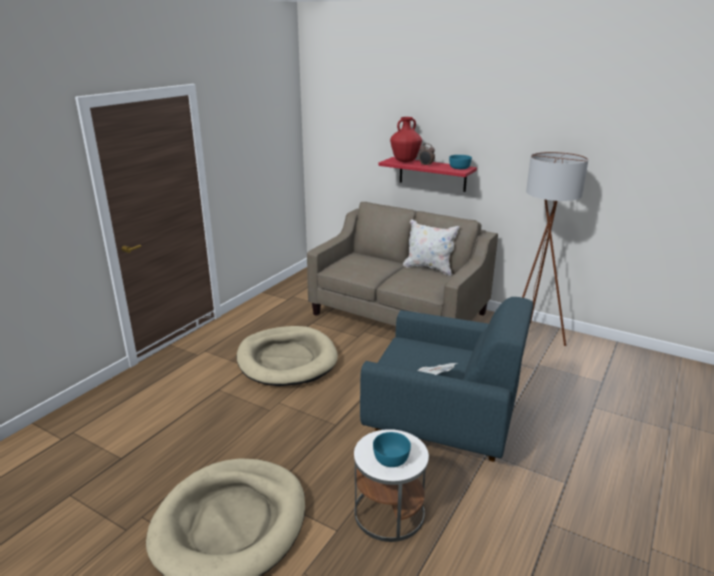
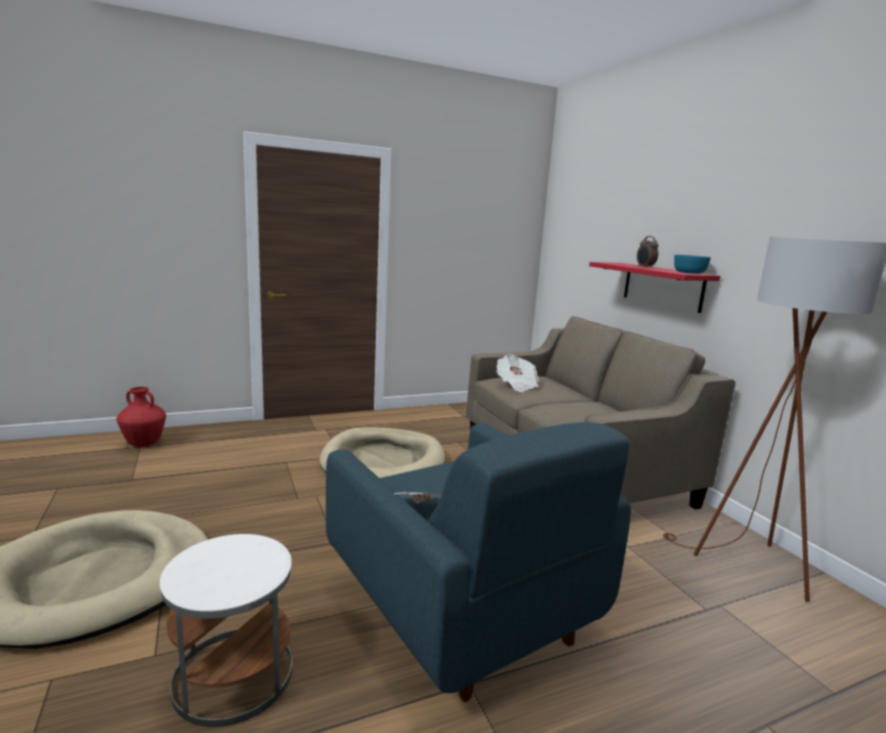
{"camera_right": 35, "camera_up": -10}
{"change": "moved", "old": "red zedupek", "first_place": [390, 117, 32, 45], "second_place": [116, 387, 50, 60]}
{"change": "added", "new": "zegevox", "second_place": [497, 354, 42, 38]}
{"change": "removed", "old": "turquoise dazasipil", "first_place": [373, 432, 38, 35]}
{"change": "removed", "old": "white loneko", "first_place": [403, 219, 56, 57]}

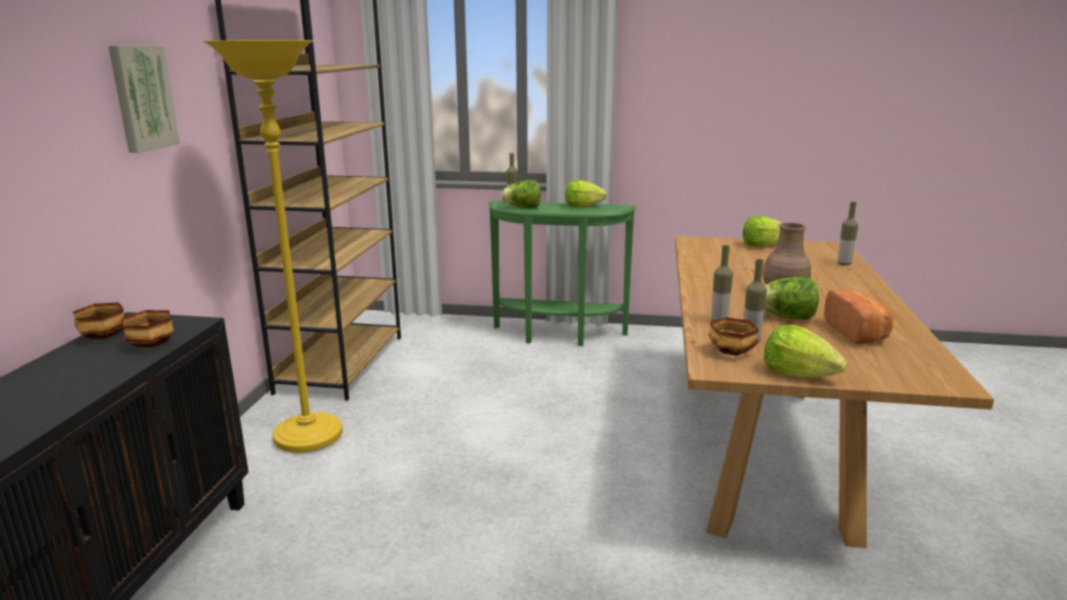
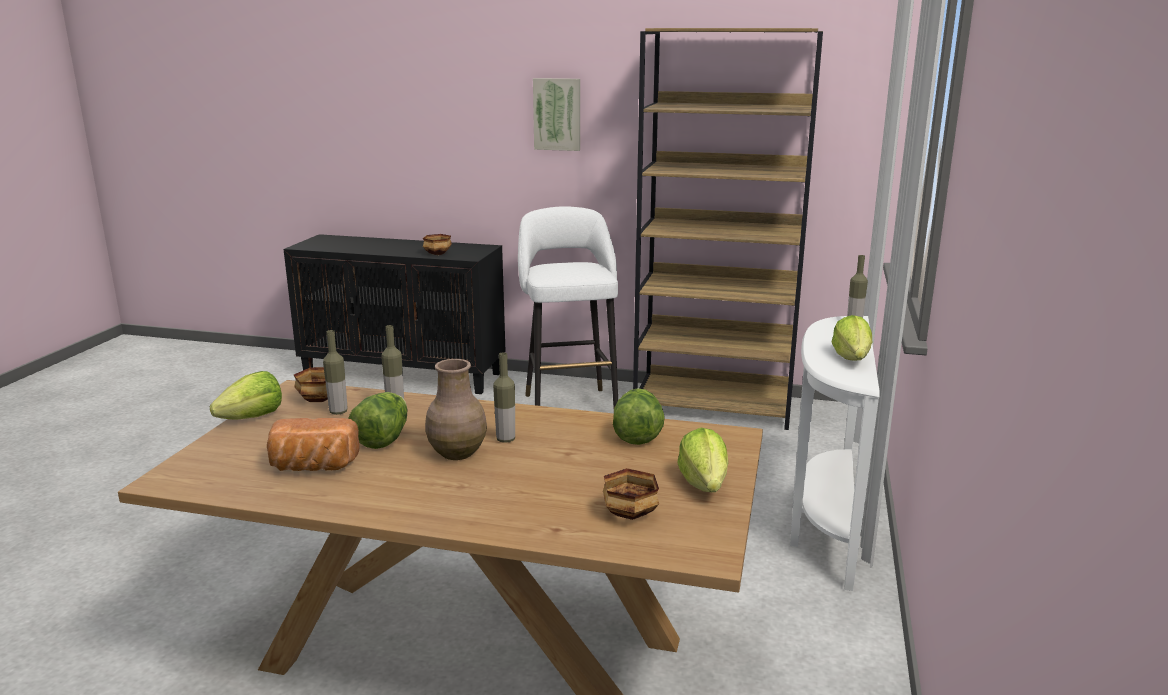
{"camera_right": 95, "camera_up": 0}
{"change": "moved", "old": "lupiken", "first_place": [838, 202, 20, 63], "second_place": [493, 352, 22, 91]}
{"change": "replaced", "old": "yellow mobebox", "new": "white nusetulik", "first_place": [203, 40, 140, 413], "second_place": [518, 206, 100, 202]}
{"change": "moved", "old": "dazasipil", "first_place": [72, 303, 53, 37], "second_place": [603, 468, 56, 52]}
{"change": "moved", "old": "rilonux", "first_place": [501, 180, 40, 28], "second_place": [613, 388, 52, 57]}
{"change": "recoloured", "old": "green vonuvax", "new": "white vonuvax", "first_place": [489, 201, 148, 145], "second_place": [790, 316, 90, 275]}

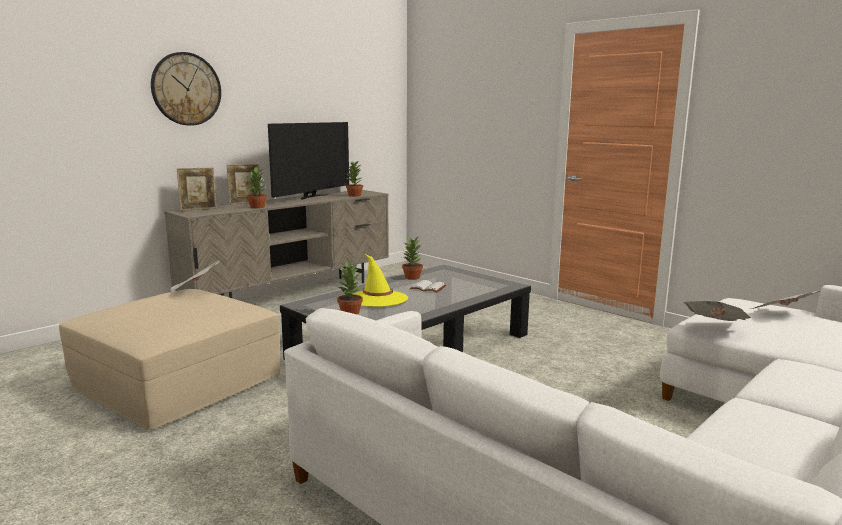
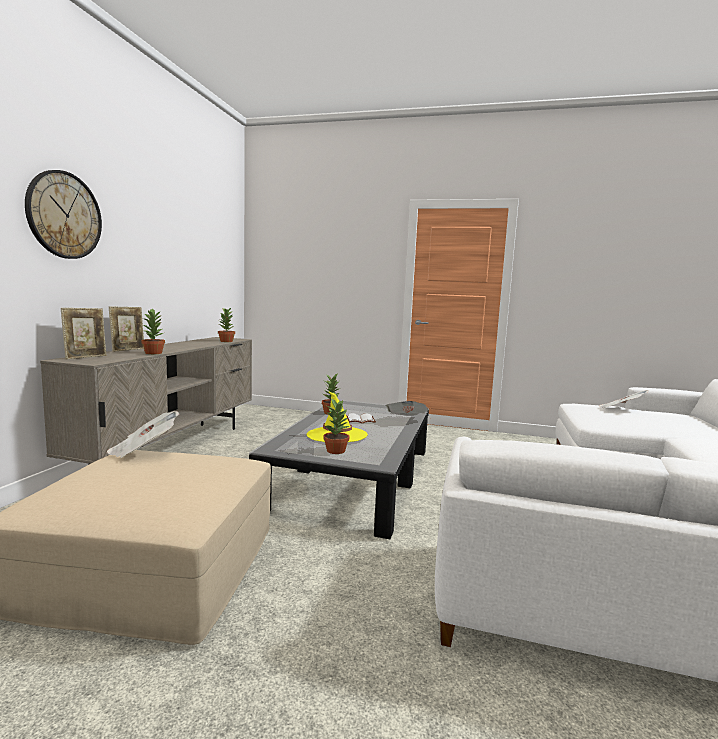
{"camera_right": -30, "camera_up": -5}
{"change": "moved", "old": "zegevox", "first_place": [683, 301, 68, 20], "second_place": [386, 401, 43, 15]}
{"change": "removed", "old": "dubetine", "first_place": [268, 122, 81, 78]}

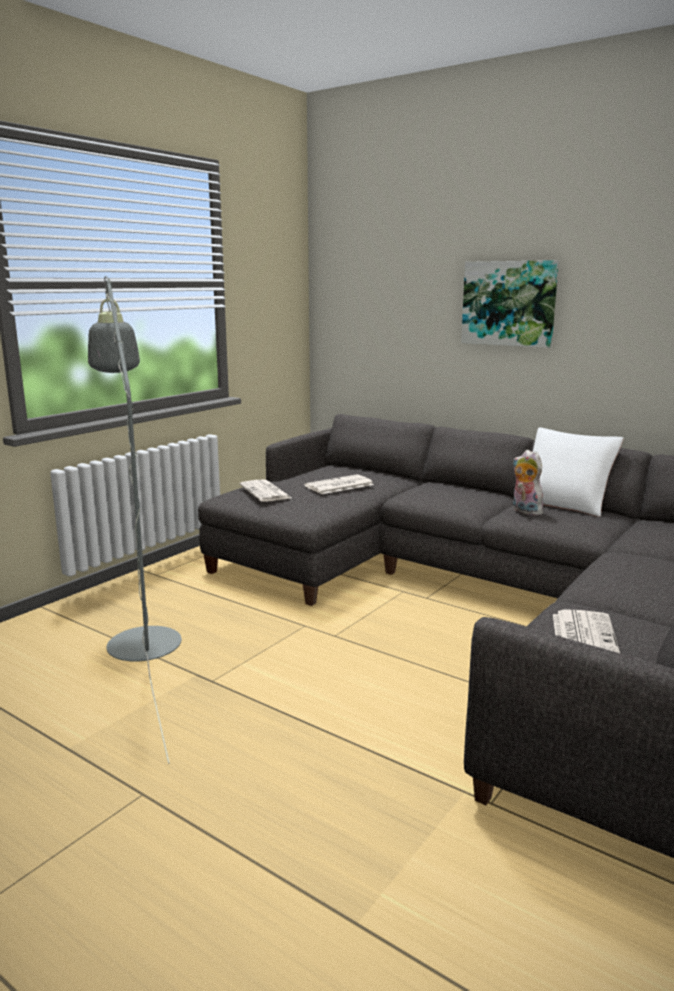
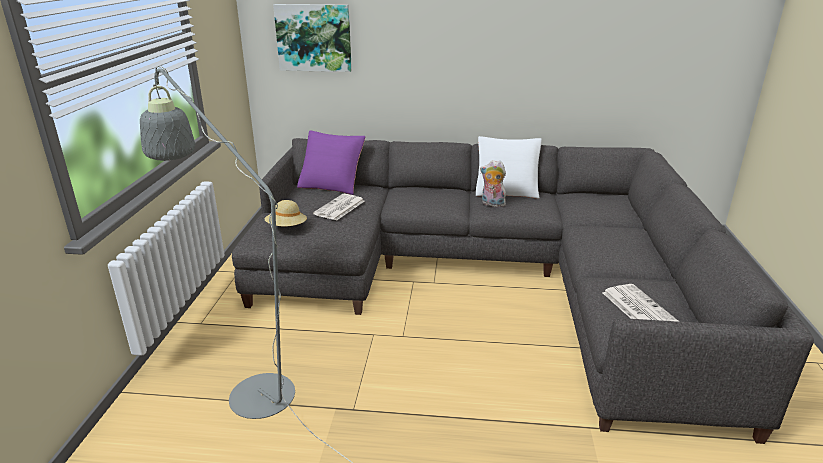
{"camera_right": -30, "camera_up": 10}
{"change": "replaced", "old": "zegevox", "new": "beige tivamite", "first_place": [240, 479, 51, 23], "second_place": [265, 200, 42, 26]}
{"change": "moved", "old": "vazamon", "first_place": [461, 260, 98, 88], "second_place": [273, 4, 79, 68]}
{"change": "added", "new": "purple loneko", "second_place": [297, 130, 68, 65]}

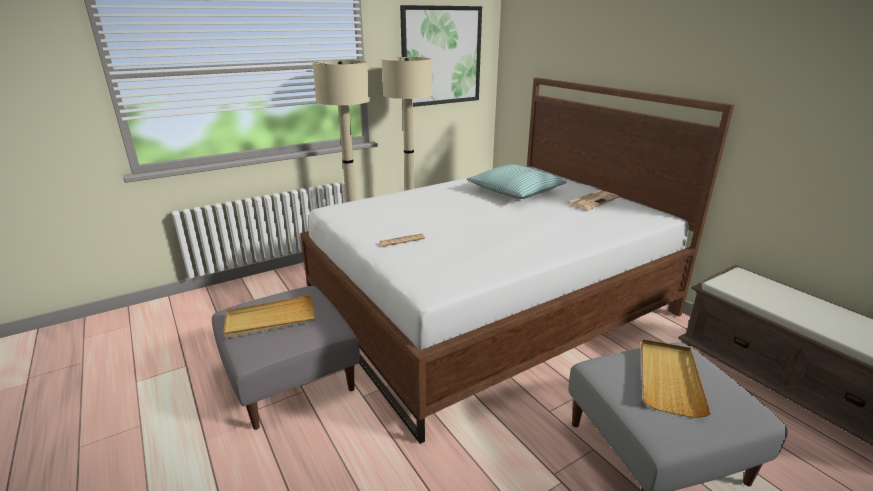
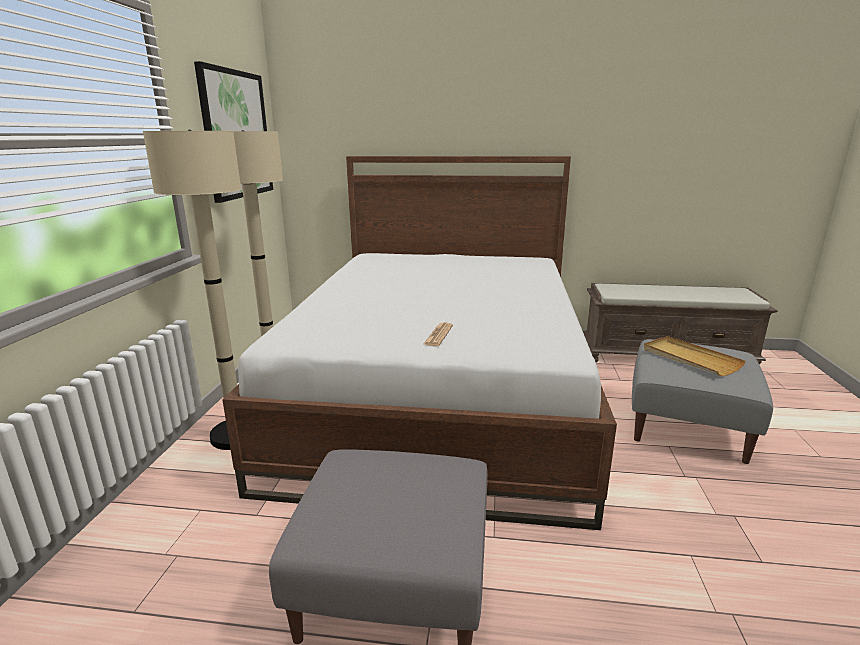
{"camera_right": -50, "camera_up": -5}
{"change": "removed", "old": "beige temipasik", "first_place": [223, 295, 92, 44]}
{"change": "removed", "old": "loneko", "first_place": [467, 164, 100, 35]}
{"change": "removed", "old": "zegevox", "first_place": [565, 190, 54, 20]}

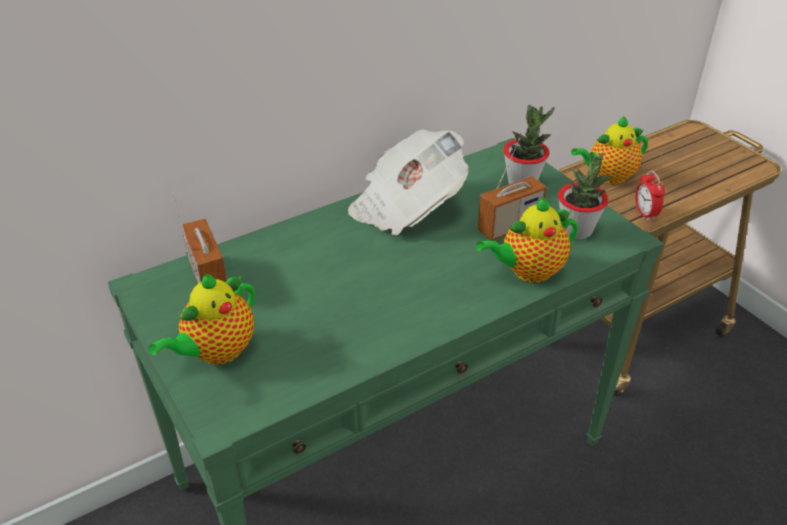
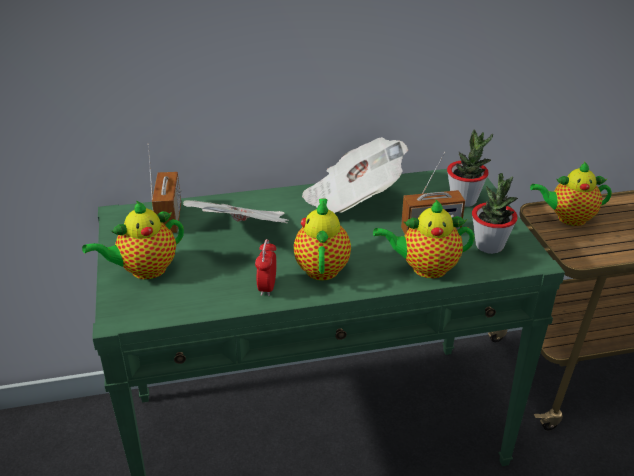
{"camera_right": 20, "camera_up": -5}
{"change": "added", "new": "zegevox", "second_place": [183, 200, 106, 23]}
{"change": "moved", "old": "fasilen", "first_place": [635, 170, 30, 51], "second_place": [255, 239, 22, 57]}
{"change": "added", "new": "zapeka", "second_place": [293, 199, 58, 82]}

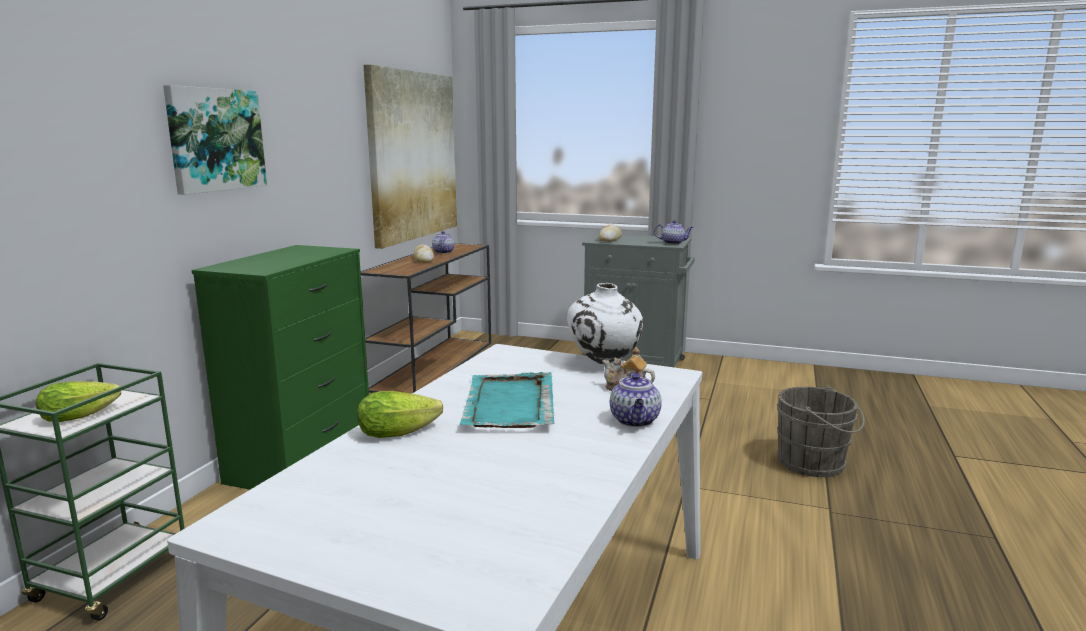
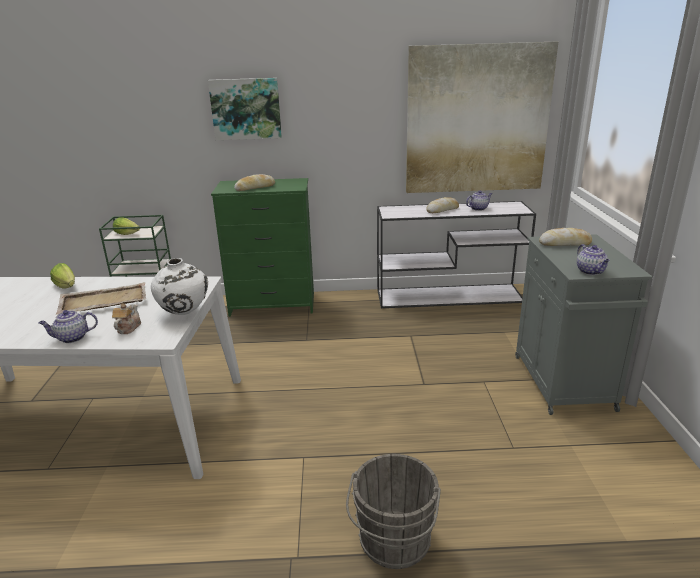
{"camera_right": 70, "camera_up": 10}
{"change": "recoloured", "old": "turquoise temipasik", "new": "beige temipasik", "first_place": [460, 372, 95, 56], "second_place": [56, 282, 90, 33]}
{"change": "added", "new": "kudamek", "second_place": [234, 174, 41, 17]}
{"change": "recoloured", "old": "brown vonuvax", "new": "white vonuvax", "first_place": [361, 243, 130, 151], "second_place": [377, 201, 159, 107]}

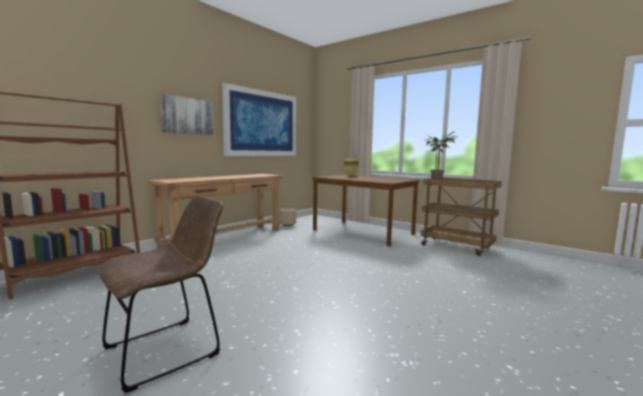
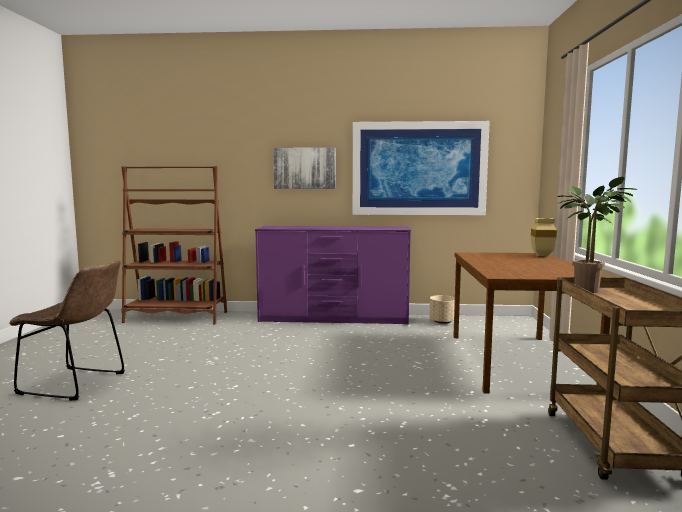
{"camera_right": 55, "camera_up": 0}
{"change": "replaced", "old": "brown vonuvax", "new": "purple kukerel", "first_place": [148, 174, 135, 74], "second_place": [255, 226, 156, 99]}

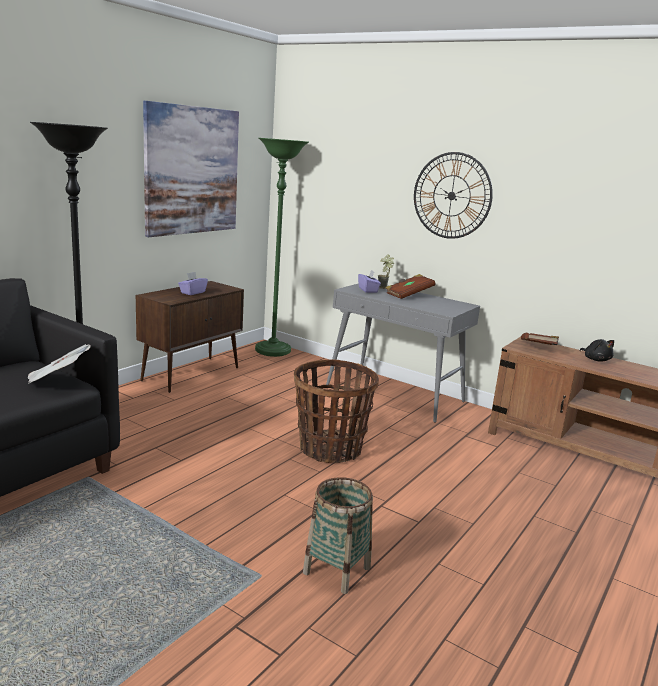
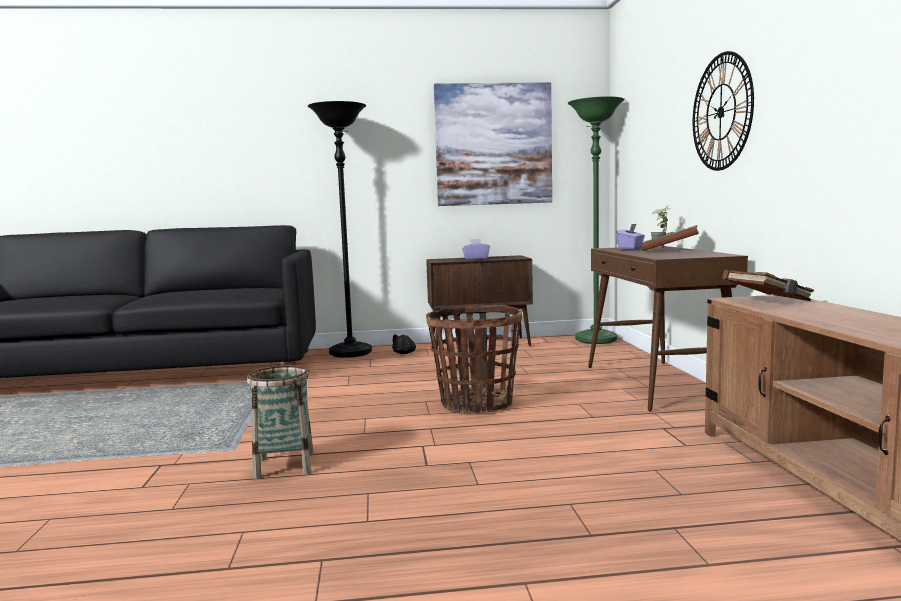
{"camera_right": 50, "camera_up": -10}
{"change": "moved", "old": "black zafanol", "first_place": [579, 339, 35, 23], "second_place": [392, 334, 24, 20]}
{"change": "recoloured", "old": "grey vonuvax", "new": "brown vonuvax", "first_place": [326, 283, 154, 140], "second_place": [588, 246, 160, 166]}
{"change": "removed", "old": "zegevox", "first_place": [28, 344, 63, 40]}

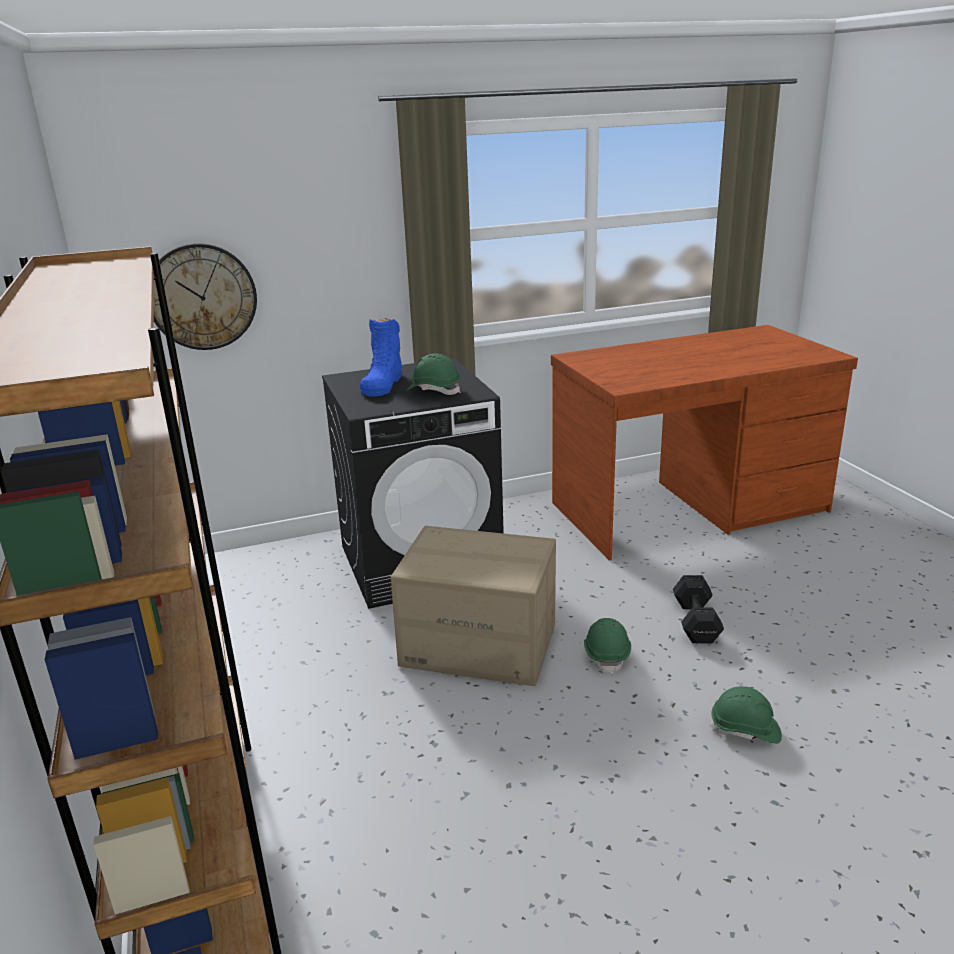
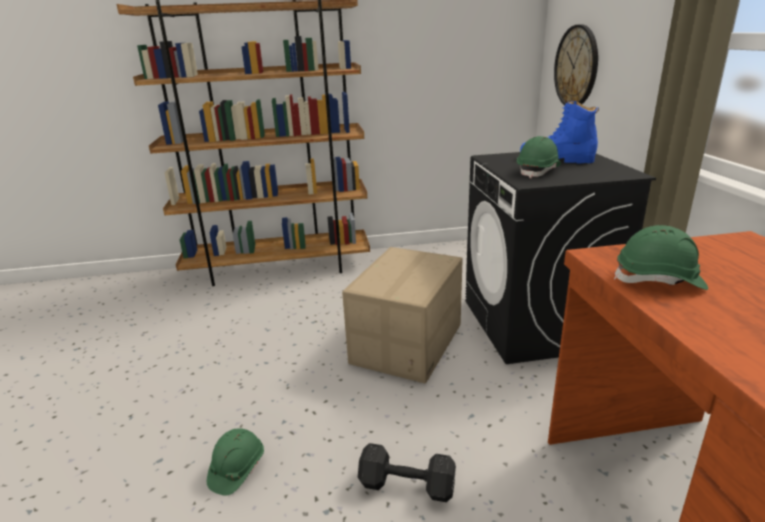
{"camera_right": 100, "camera_up": 0}
{"change": "moved", "old": "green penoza", "first_place": [584, 618, 47, 56], "second_place": [614, 225, 94, 65]}

